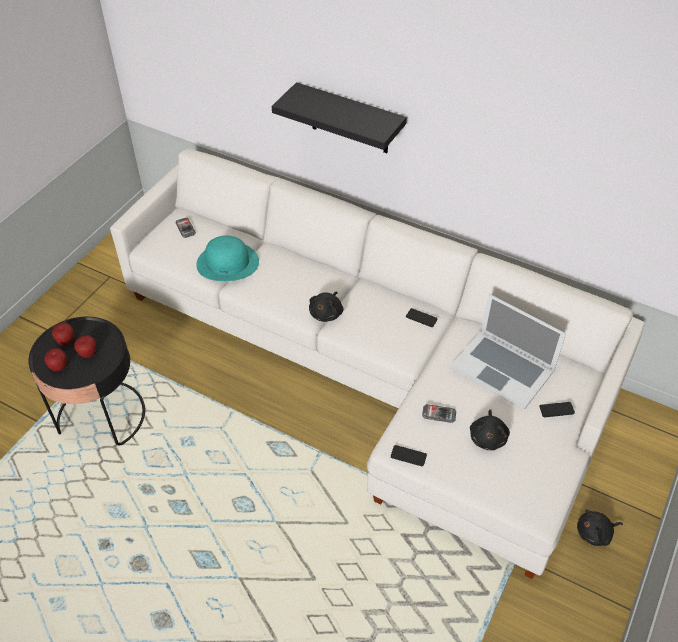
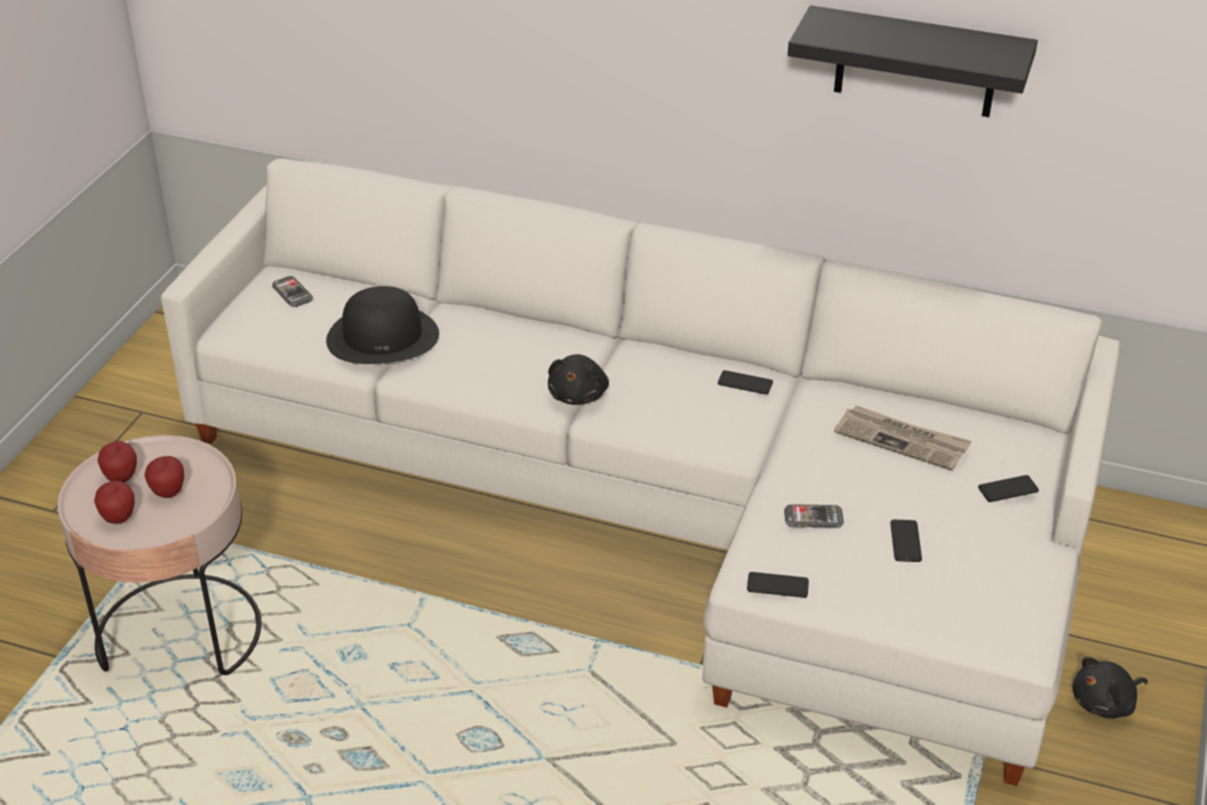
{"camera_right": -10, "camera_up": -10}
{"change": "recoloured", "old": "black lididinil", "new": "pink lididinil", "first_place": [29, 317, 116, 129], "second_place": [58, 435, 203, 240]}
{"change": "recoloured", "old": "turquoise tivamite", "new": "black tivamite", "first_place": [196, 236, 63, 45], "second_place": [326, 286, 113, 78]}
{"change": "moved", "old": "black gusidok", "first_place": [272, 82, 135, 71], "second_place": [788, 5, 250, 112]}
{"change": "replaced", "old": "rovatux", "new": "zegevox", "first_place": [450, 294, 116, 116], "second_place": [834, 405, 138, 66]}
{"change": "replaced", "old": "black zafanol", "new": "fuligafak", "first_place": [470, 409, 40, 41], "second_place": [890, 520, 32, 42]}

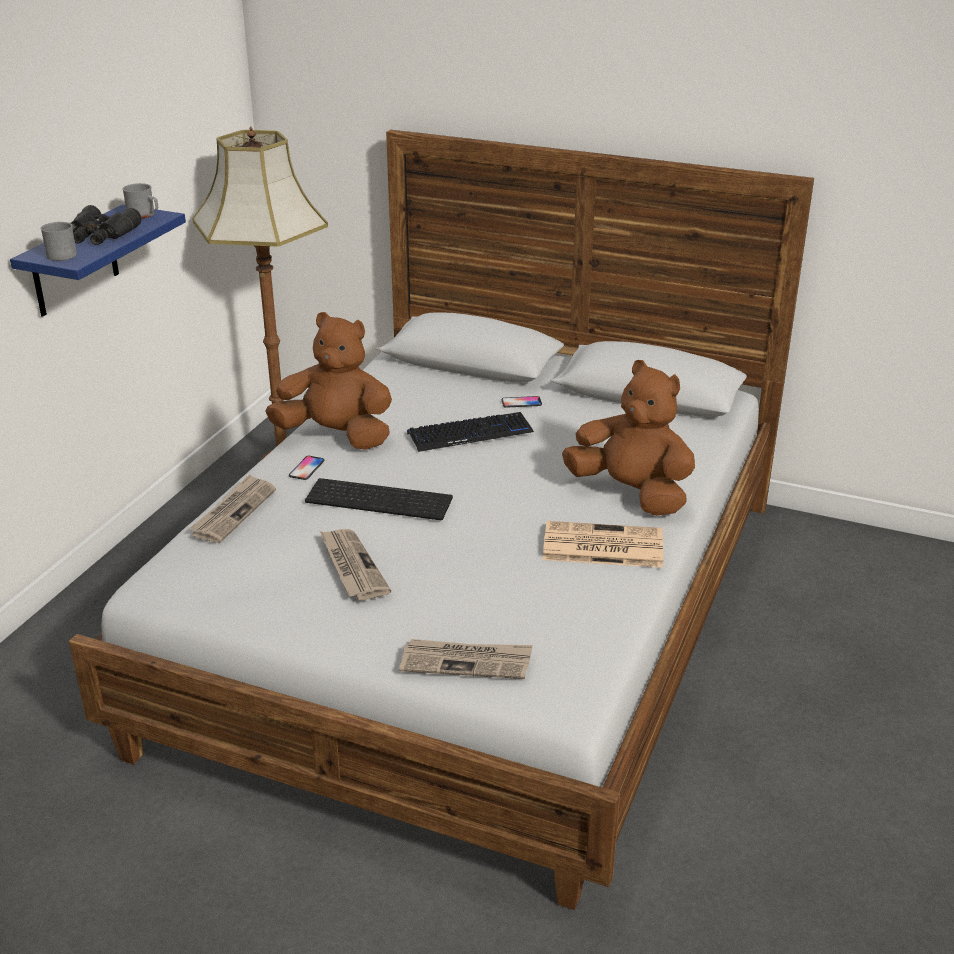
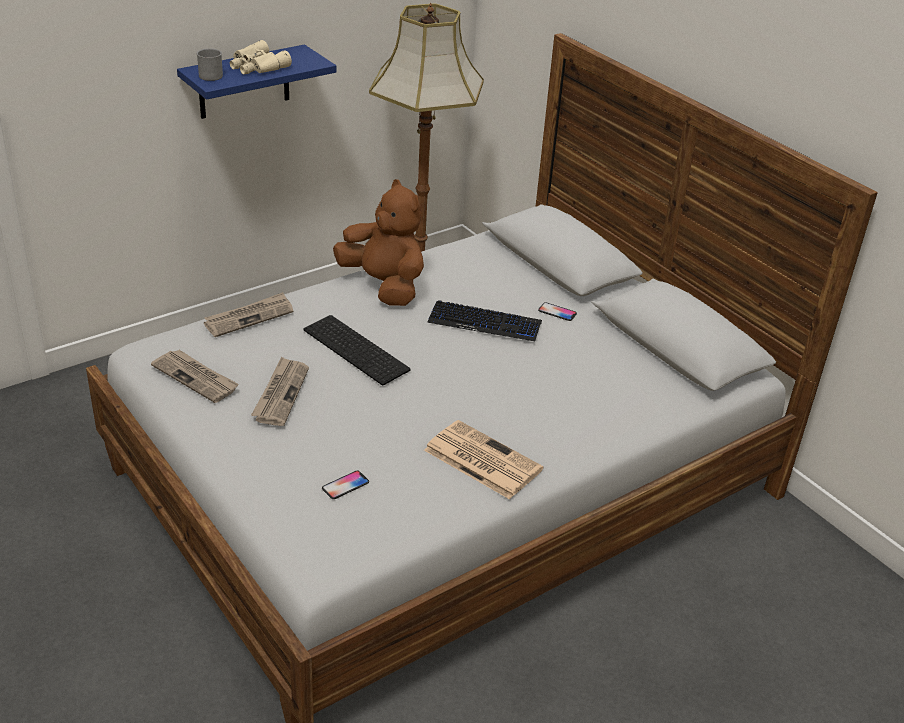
{"camera_right": 30, "camera_up": 5}
{"change": "moved", "old": "zegevox", "first_place": [399, 639, 133, 40], "second_place": [151, 350, 88, 53]}
{"change": "recoloured", "old": "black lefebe", "new": "beige lefebe", "first_place": [71, 205, 70, 40], "second_place": [230, 40, 62, 34]}
{"change": "moved", "old": "fuligafak", "first_place": [289, 456, 36, 24], "second_place": [322, 471, 47, 28]}
{"change": "removed", "old": "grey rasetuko", "first_place": [122, 183, 36, 36]}
{"change": "removed", "old": "brown zafanol", "first_place": [562, 360, 133, 156]}

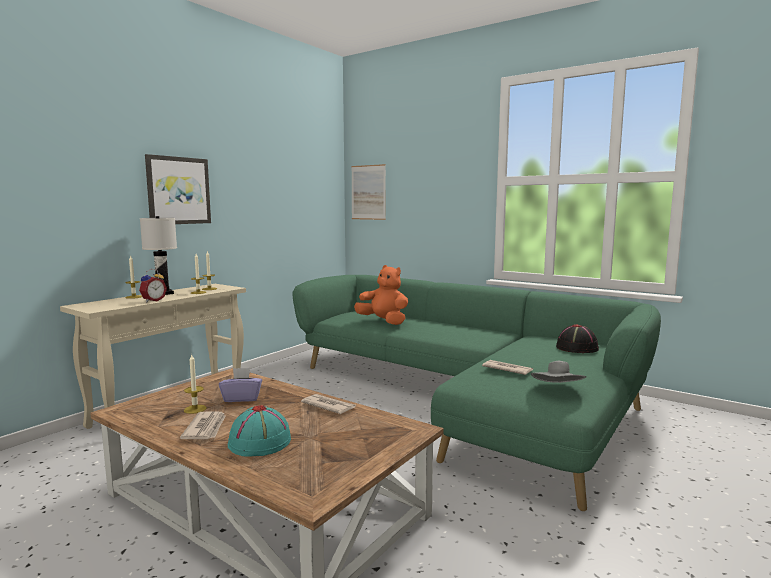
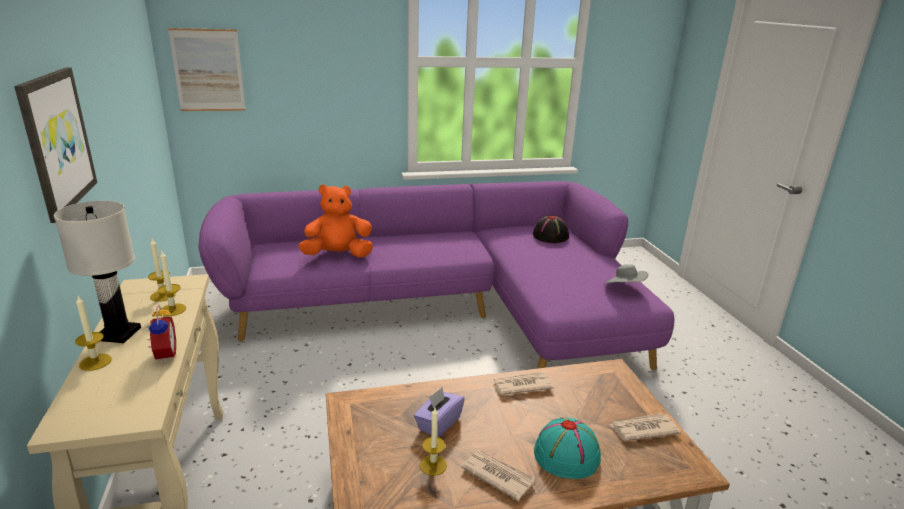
{"camera_right": -50, "camera_up": 15}
{"change": "recoloured", "old": "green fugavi", "new": "purple fugavi", "first_place": [292, 275, 369, 236], "second_place": [199, 181, 476, 189]}
{"change": "moved", "old": "zegevox", "first_place": [482, 360, 51, 15], "second_place": [609, 413, 72, 28]}

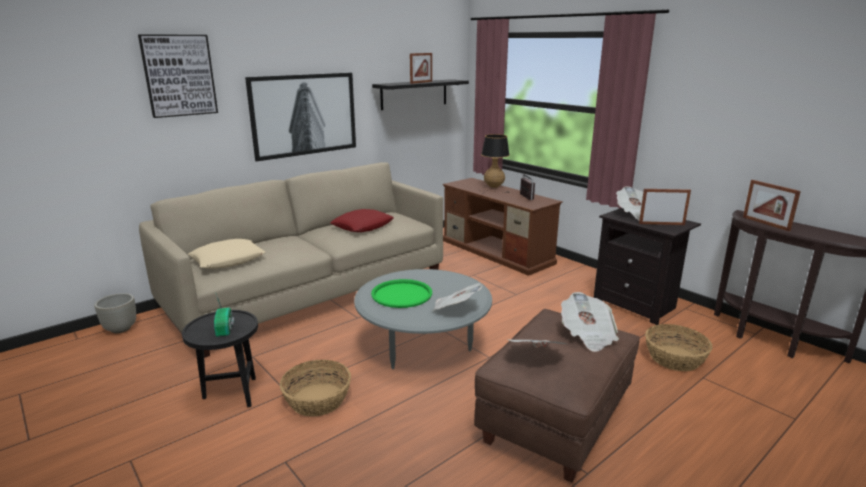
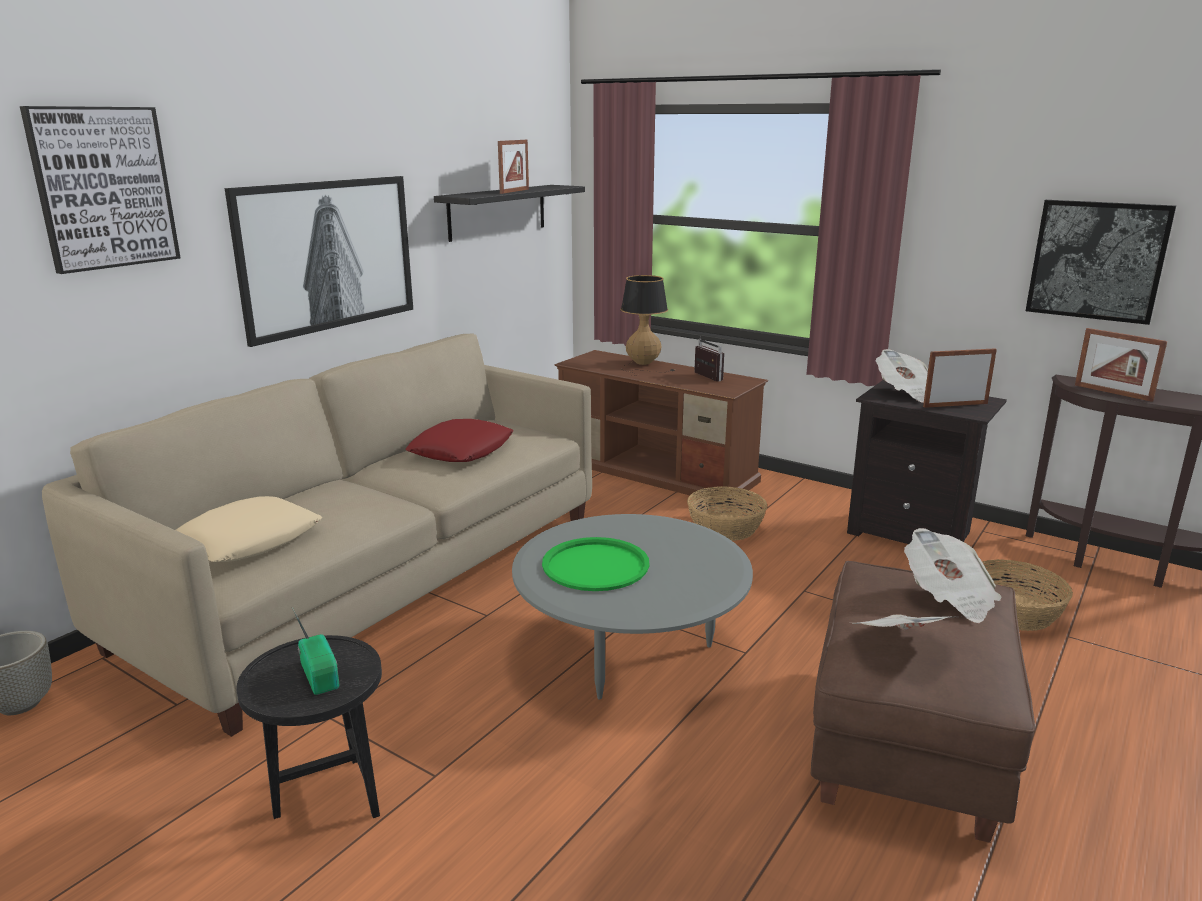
{"camera_right": -15, "camera_up": 0}
{"change": "moved", "old": "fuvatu", "first_place": [280, 360, 71, 56], "second_place": [687, 486, 80, 55]}
{"change": "added", "new": "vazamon", "second_place": [1026, 200, 150, 125]}
{"change": "removed", "old": "zegevox", "first_place": [433, 283, 49, 28]}

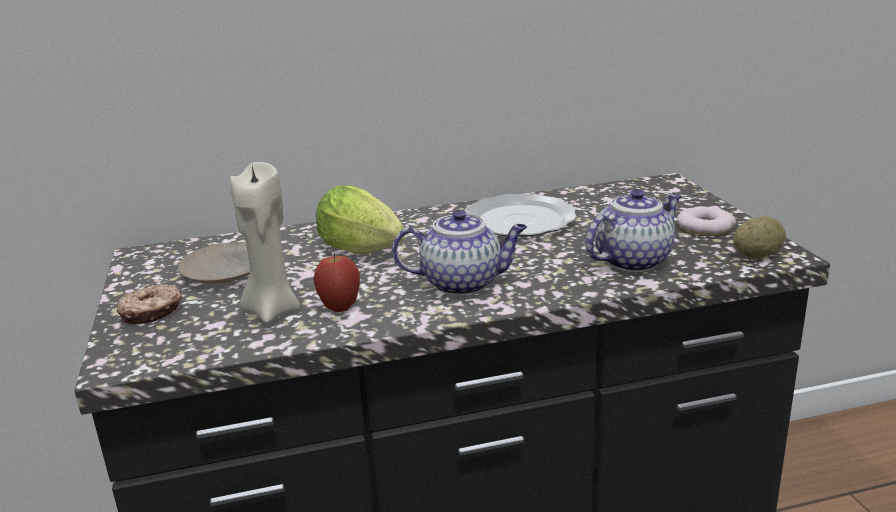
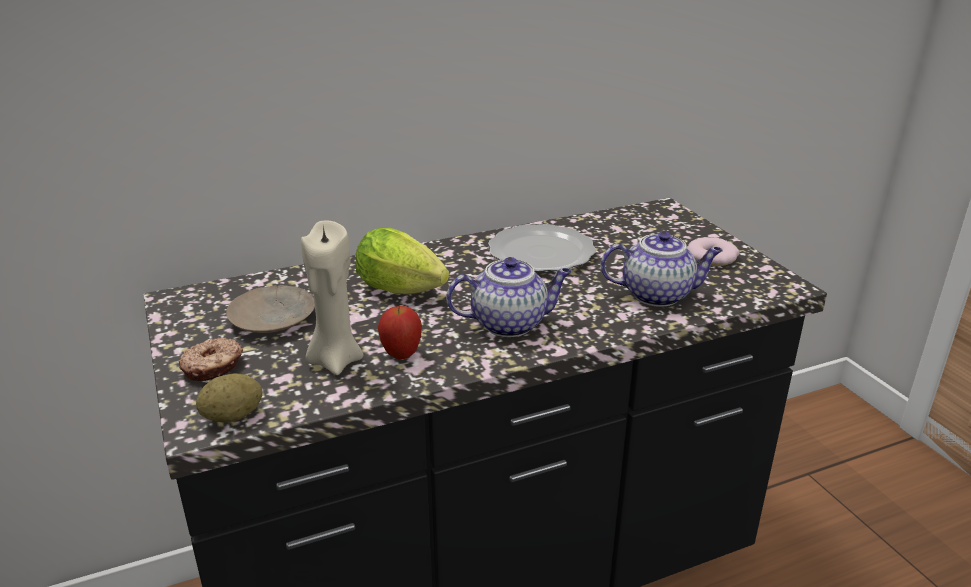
{"camera_right": -10, "camera_up": 5}
{"change": "moved", "old": "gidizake", "first_place": [733, 216, 53, 43], "second_place": [196, 374, 67, 49]}
{"change": "turned", "old": "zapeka", "first_place": [585, 189, 97, 83], "second_place": [600, 231, 123, 76], "degrees": 45}

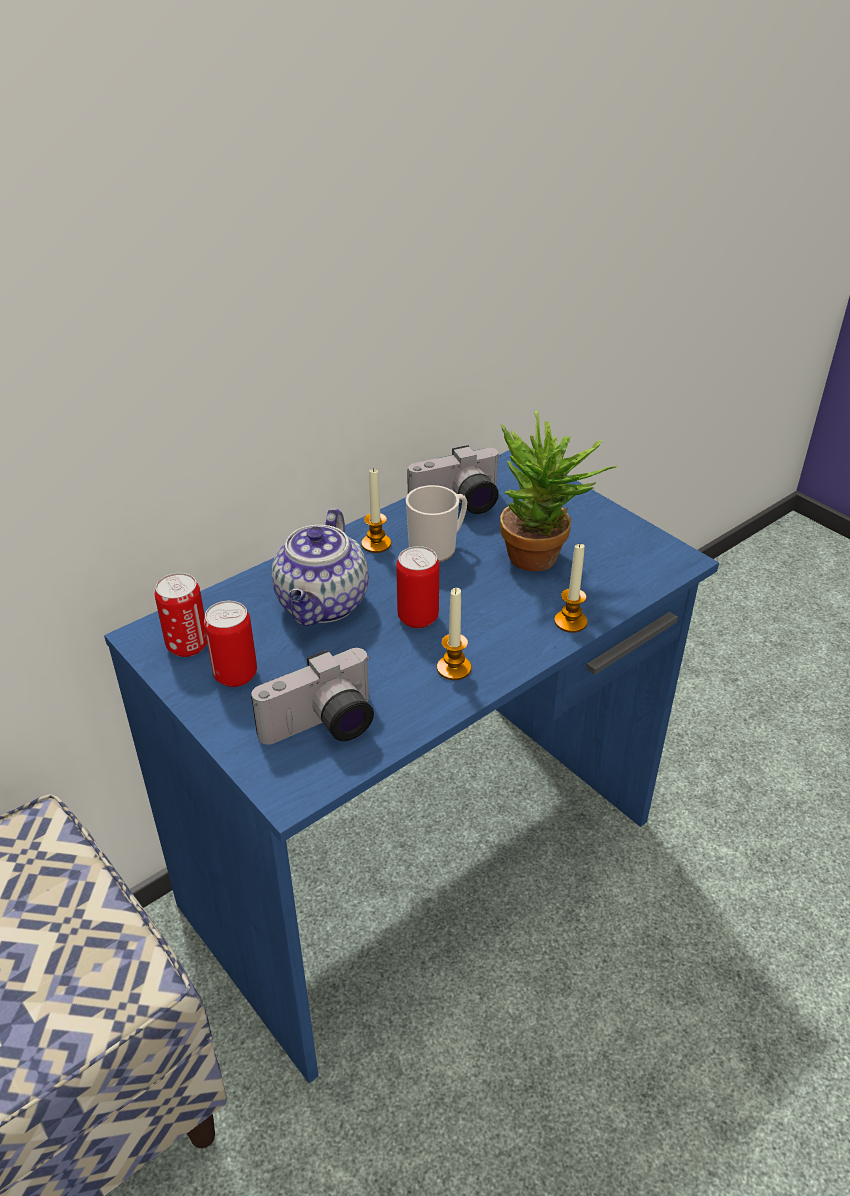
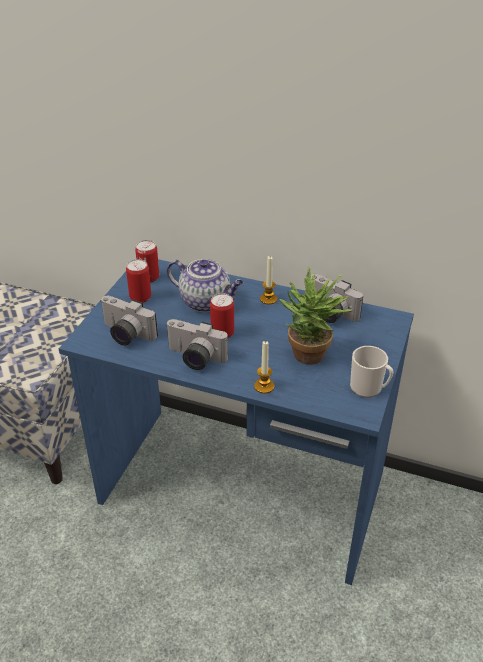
{"camera_right": 60, "camera_up": 0}
{"change": "replaced", "old": "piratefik", "new": "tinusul", "first_place": [437, 588, 34, 92], "second_place": [165, 319, 63, 51]}
{"change": "turned", "old": "zapeka", "first_place": [272, 508, 97, 118], "second_place": [167, 259, 77, 53], "degrees": -135}
{"change": "moved", "old": "rasetuko", "first_place": [406, 485, 61, 77], "second_place": [350, 346, 43, 52]}

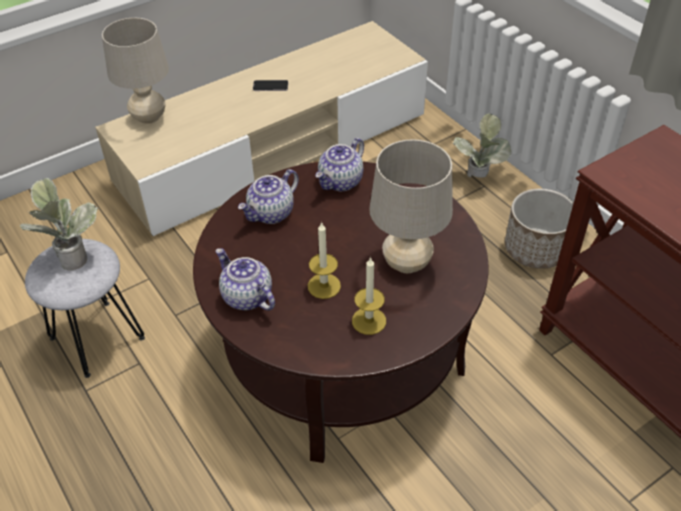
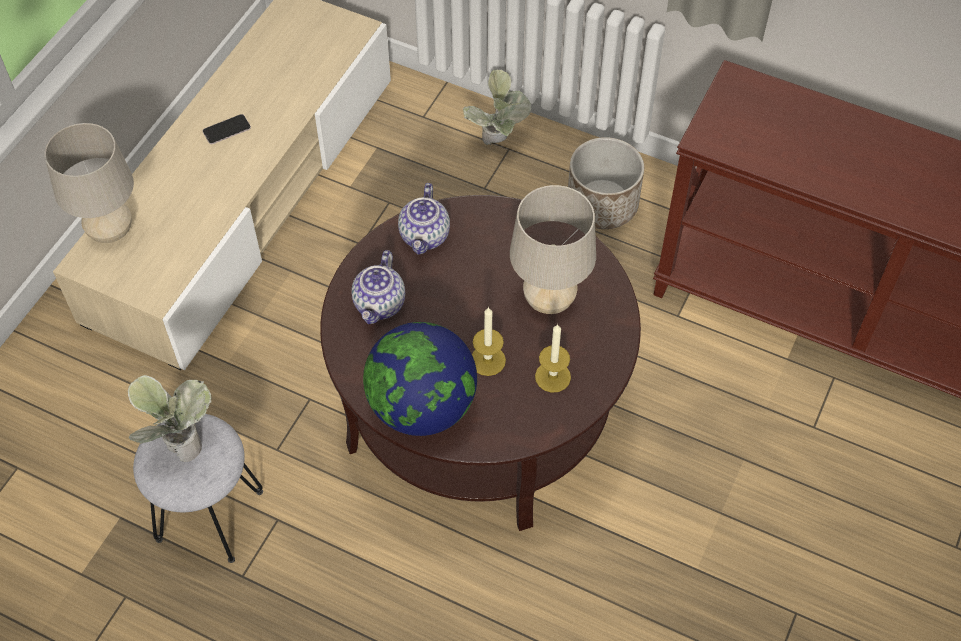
{"camera_right": -30, "camera_up": 10}
{"change": "replaced", "old": "zapeka", "new": "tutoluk", "first_place": [216, 248, 59, 63], "second_place": [363, 322, 114, 114]}

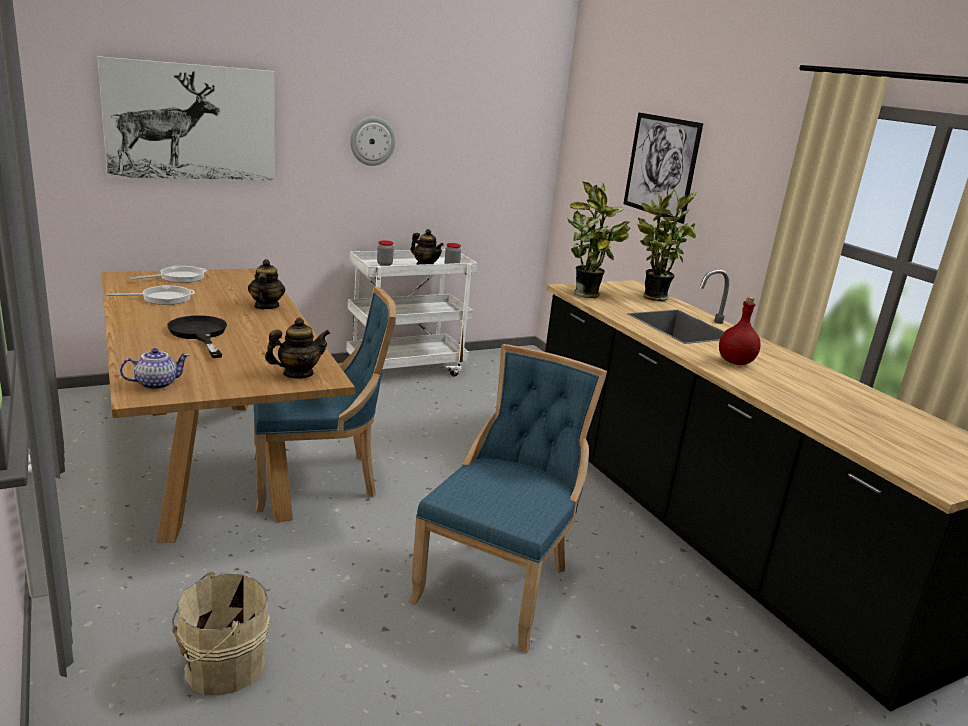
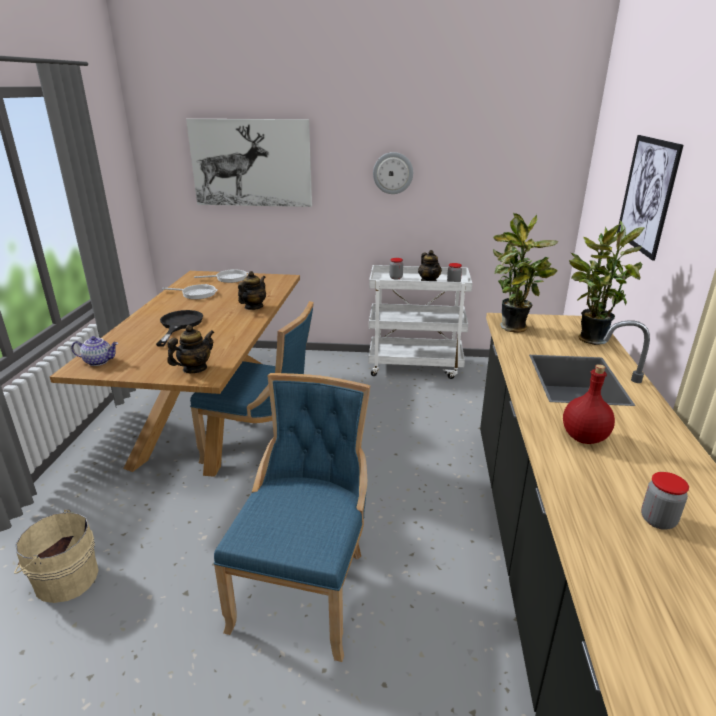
{"camera_right": 35, "camera_up": 5}
{"change": "turned", "old": "zapeka", "first_place": [265, 317, 65, 62], "second_place": [167, 325, 47, 48], "degrees": -45}
{"change": "turned", "old": "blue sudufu", "first_place": [408, 344, 199, 309], "second_place": [214, 373, 156, 289], "degrees": -45}
{"change": "added", "new": "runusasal", "second_place": [641, 472, 48, 58]}

